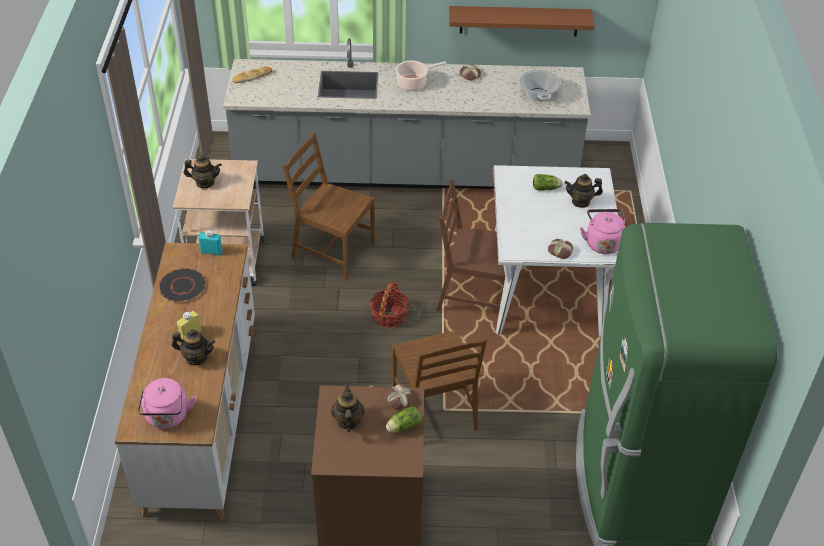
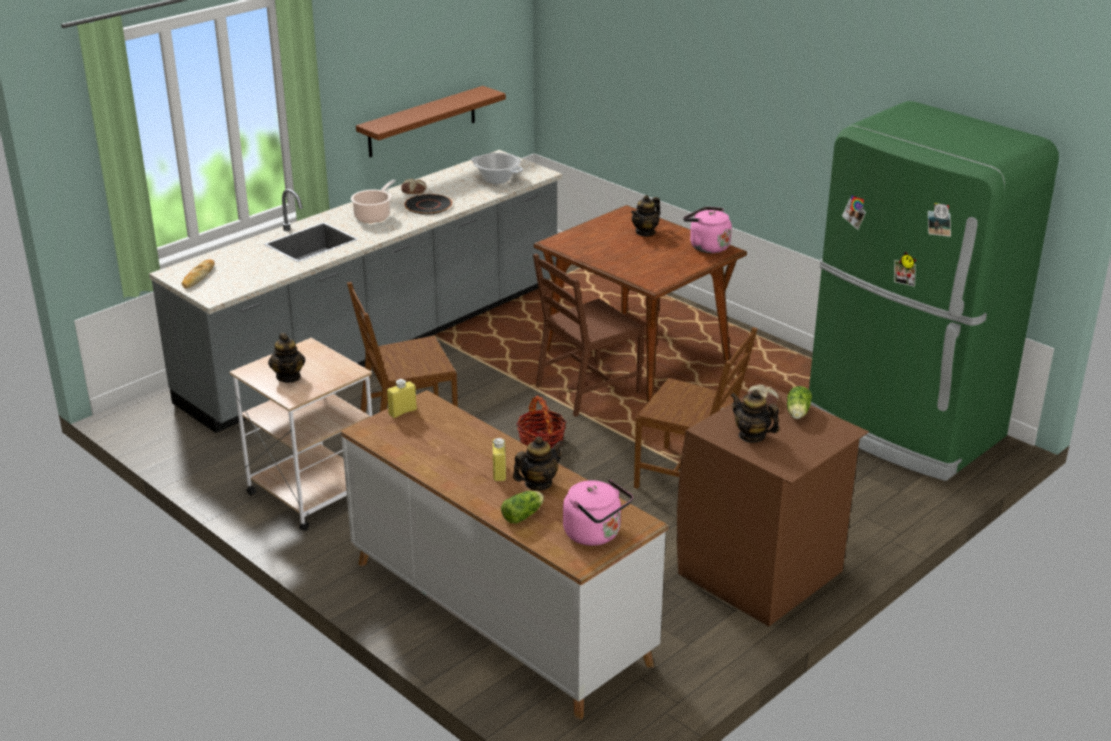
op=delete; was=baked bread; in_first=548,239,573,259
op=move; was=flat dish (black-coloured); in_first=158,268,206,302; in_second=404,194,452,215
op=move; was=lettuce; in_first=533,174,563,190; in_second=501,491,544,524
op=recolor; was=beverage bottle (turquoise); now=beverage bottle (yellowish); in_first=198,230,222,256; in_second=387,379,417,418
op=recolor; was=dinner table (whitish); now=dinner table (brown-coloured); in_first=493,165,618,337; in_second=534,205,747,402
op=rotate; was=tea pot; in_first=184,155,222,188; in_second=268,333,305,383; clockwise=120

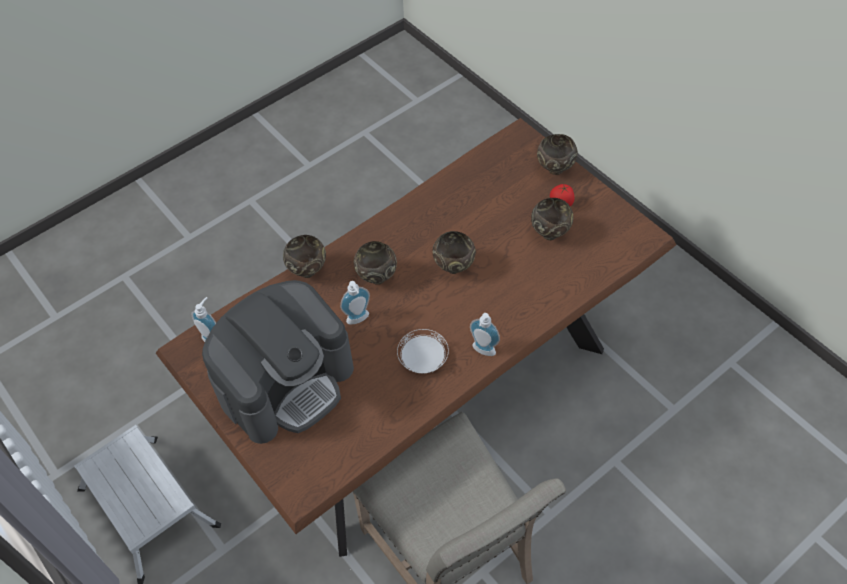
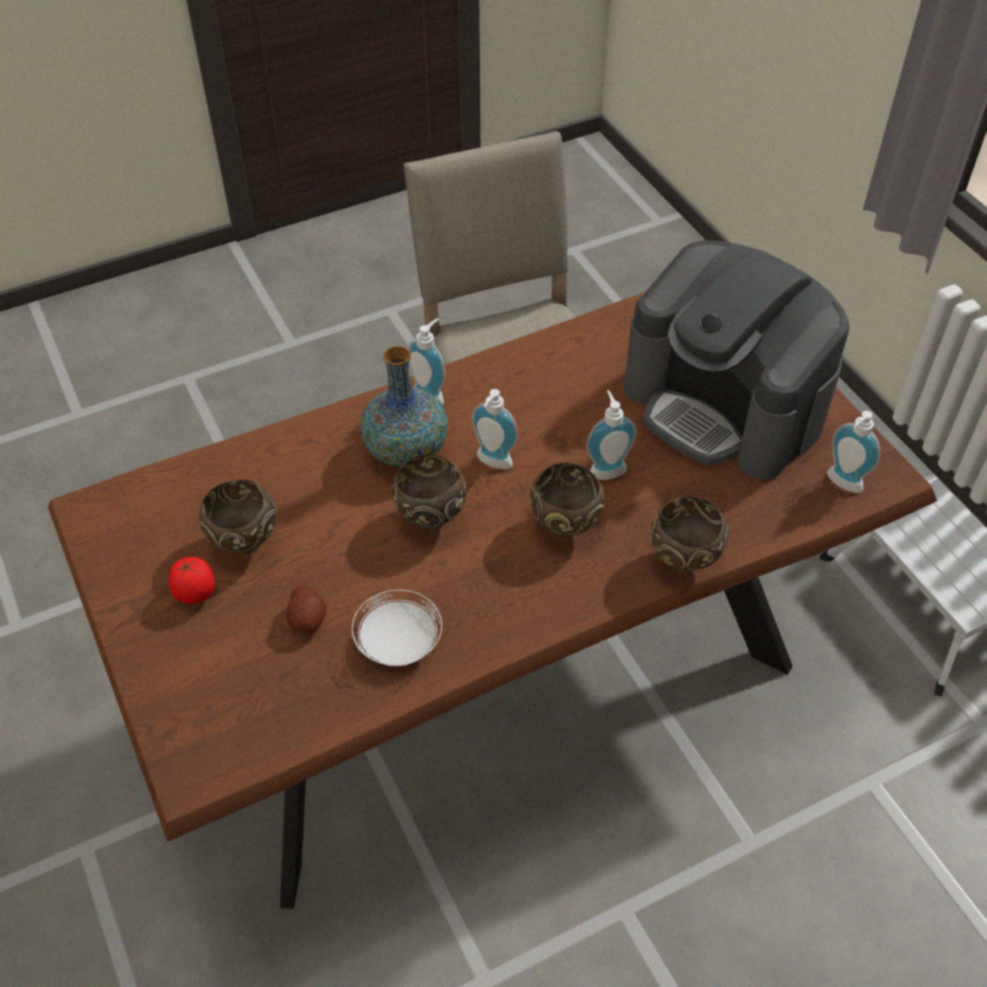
op=delete; was=bowl (brown-coloured); in_first=537,134,578,175
op=insert; now=whole potato; in_second=286,585,327,634
op=insert; now=flower vase; in_second=360,346,448,467
op=insert; now=soap bottle; in_second=472,389,518,469
op=move; was=flat dish (whitish); in_first=397,329,449,374; in_second=352,590,442,666
op=rotate; was=coffee brewer; in_first=202,280,354,444; in_second=624,240,849,480; clockwise=-105

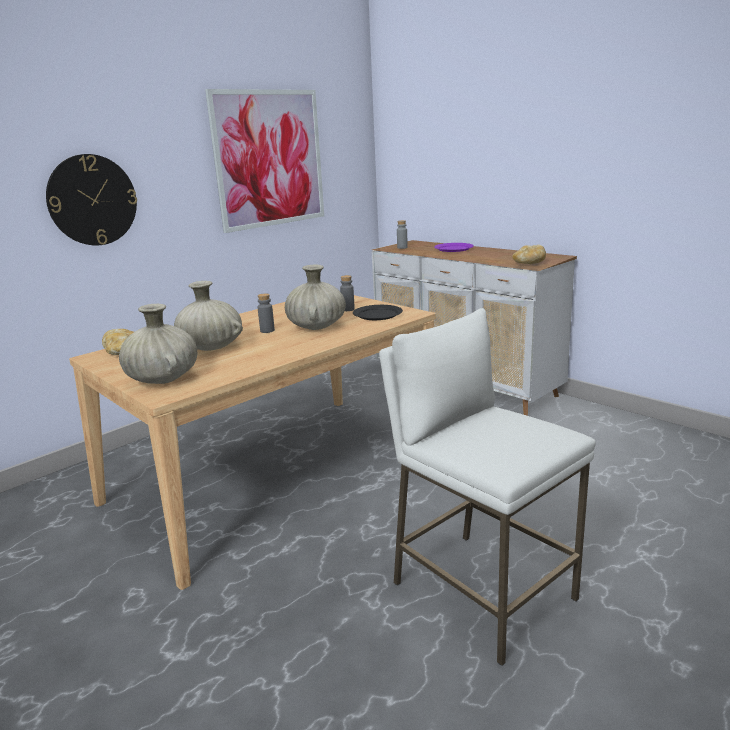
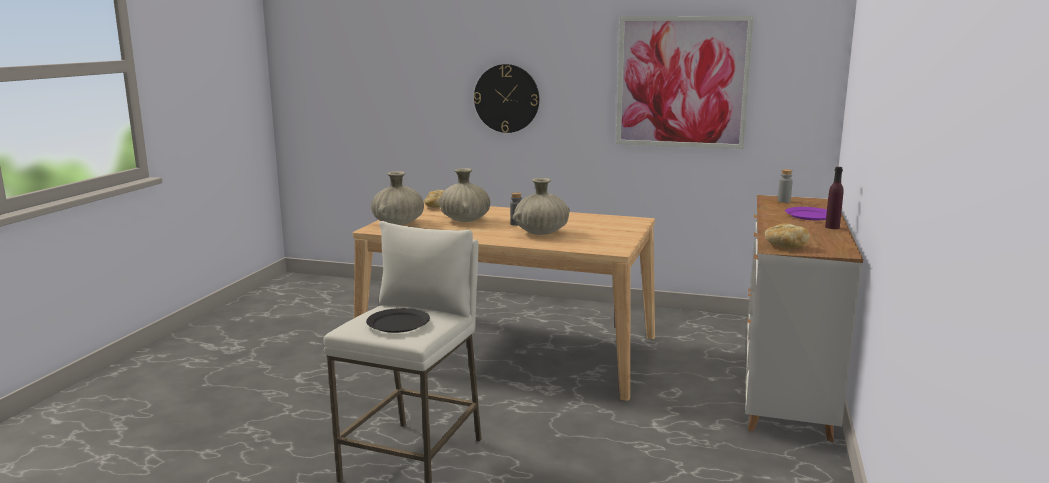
op=delete; was=beverage bottle (gray); in_first=340,275,355,311
op=insert; now=beverage bottle (purple-coloured); in_second=825,167,844,229
op=move; was=flat dish (black-coloured); in_first=353,305,403,320; in_second=366,308,430,333

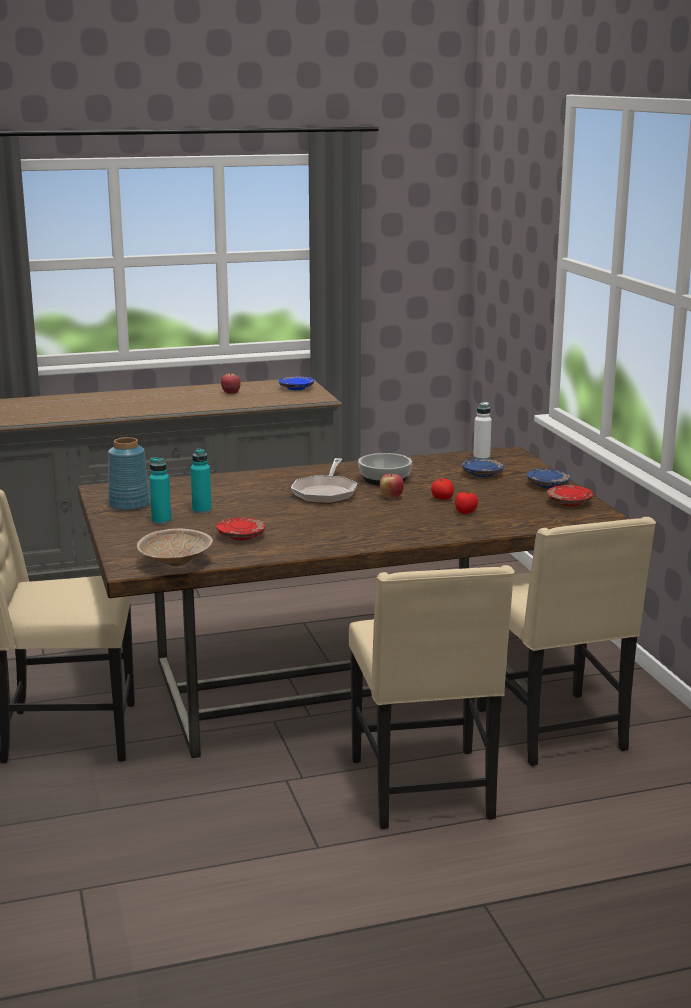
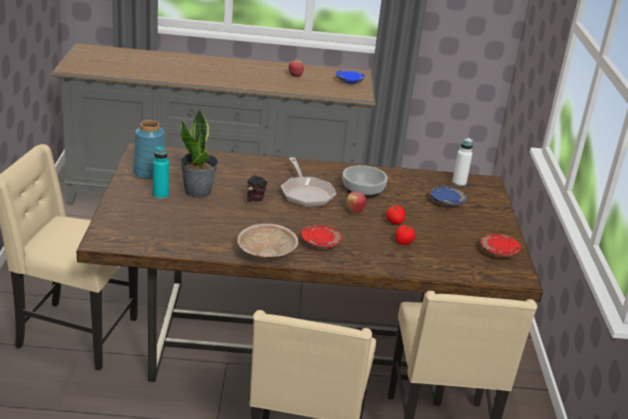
op=delete; was=flat dish (blue-coloured); in_first=527,469,571,488
op=insert; now=mug; in_second=247,175,268,202
op=move; was=bowl (beige-coloured); in_first=137,528,213,566; in_second=237,224,298,259
op=move; was=flat dish (red); in_first=216,517,266,540; in_second=301,225,342,249
op=replace; was=beverage bottle (turquoise); now=houseplant; in_first=191,448,212,514; in_second=180,108,218,198
op=rotate; was=pan; in_first=291,458,357,504; in_second=281,157,337,207; clockwise=-45

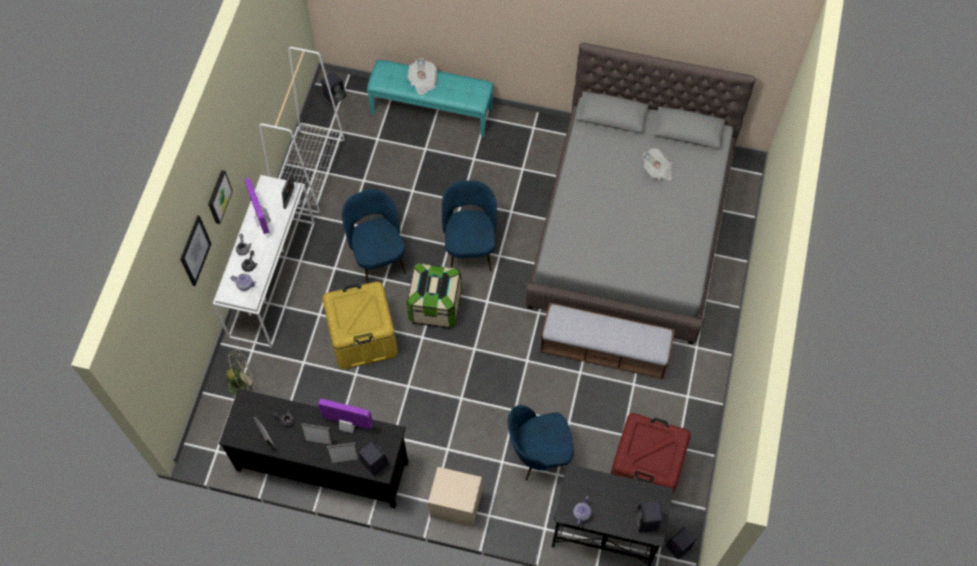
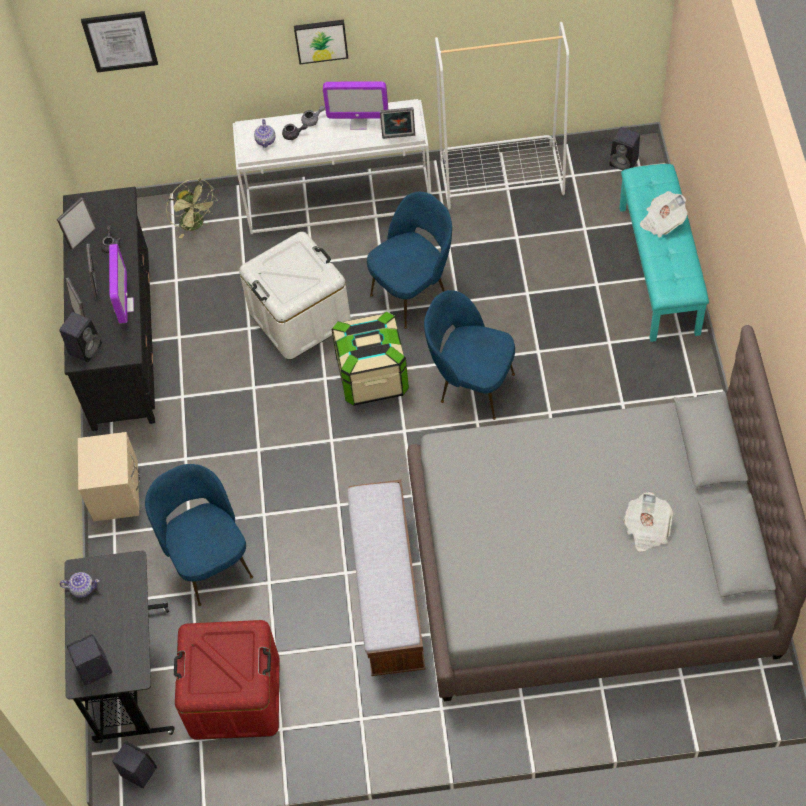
op=move; was=wall picture; in_first=180,215,211,286; in_second=81,11,158,73
op=recolor; was=storage bin (yellowish); now=storage bin (whitish); in_first=322,281,398,369; in_second=239,232,351,360
op=rotate; was=computer display; in_first=244,178,271,234; in_second=323,81,388,130; clockwise=-135
op=rotate; was=plain chair (blue-coloured); in_first=442,180,497,272; in_second=424,290,515,420; clockwise=-135

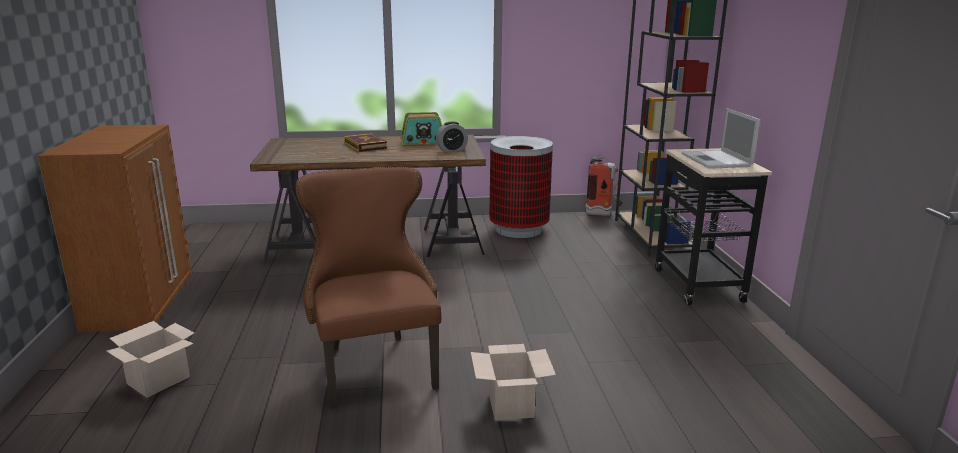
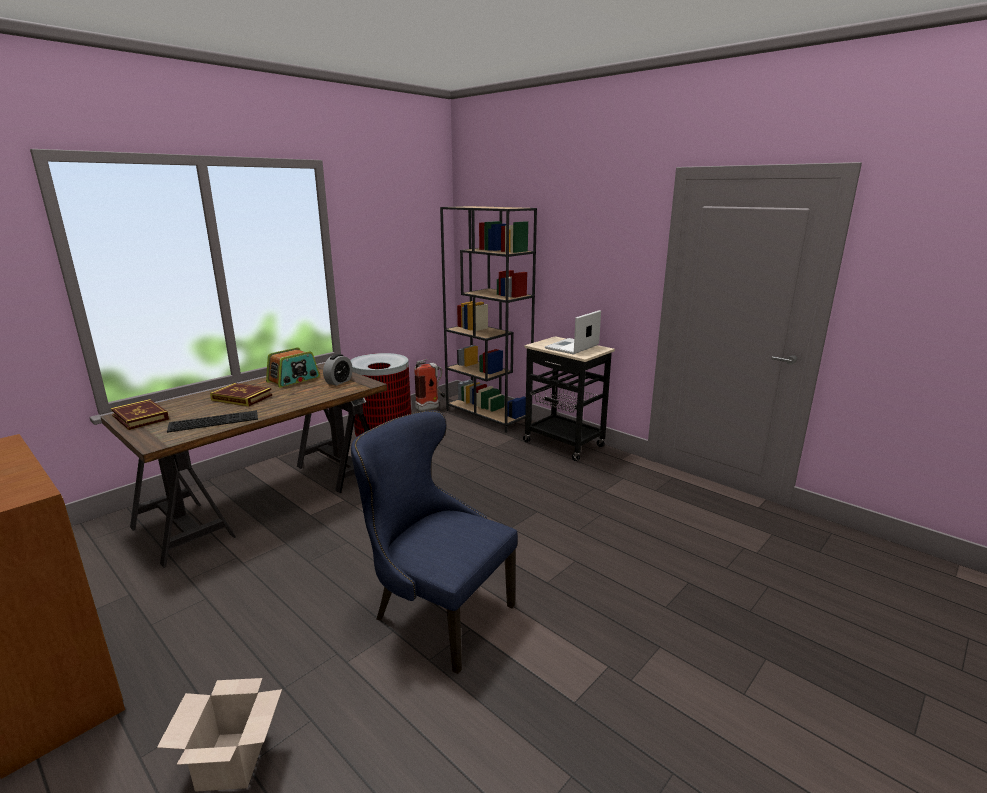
op=delete; was=packing box; in_first=471,344,556,420
op=insert; now=volume; in_second=111,399,169,430
op=insert; now=keyboard; in_second=167,410,258,433
op=recolor; was=plain chair (brown-coloured); now=plain chair (blue-coloured); in_first=295,167,441,409; in_second=351,411,518,674
op=rotate; was=laptop; in_first=682,108,760,169; in_second=545,310,601,355; clockwise=90

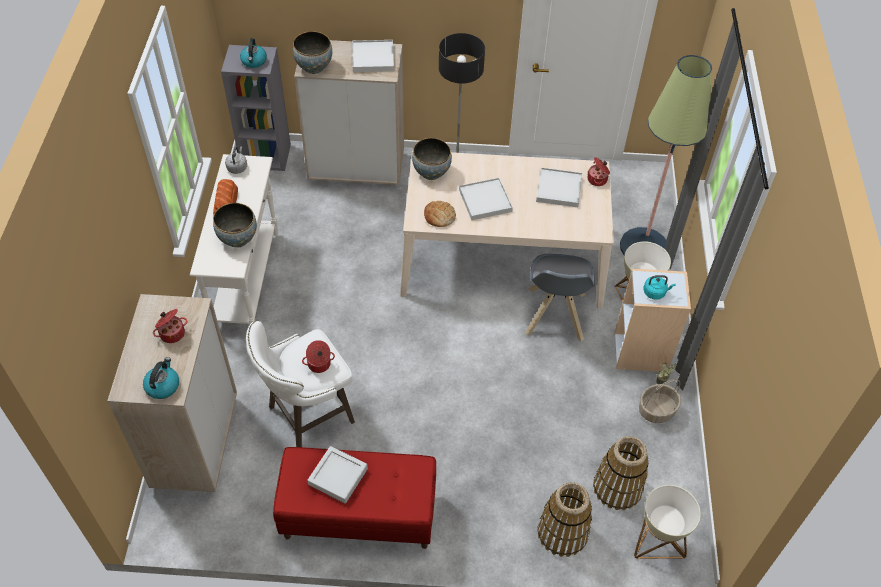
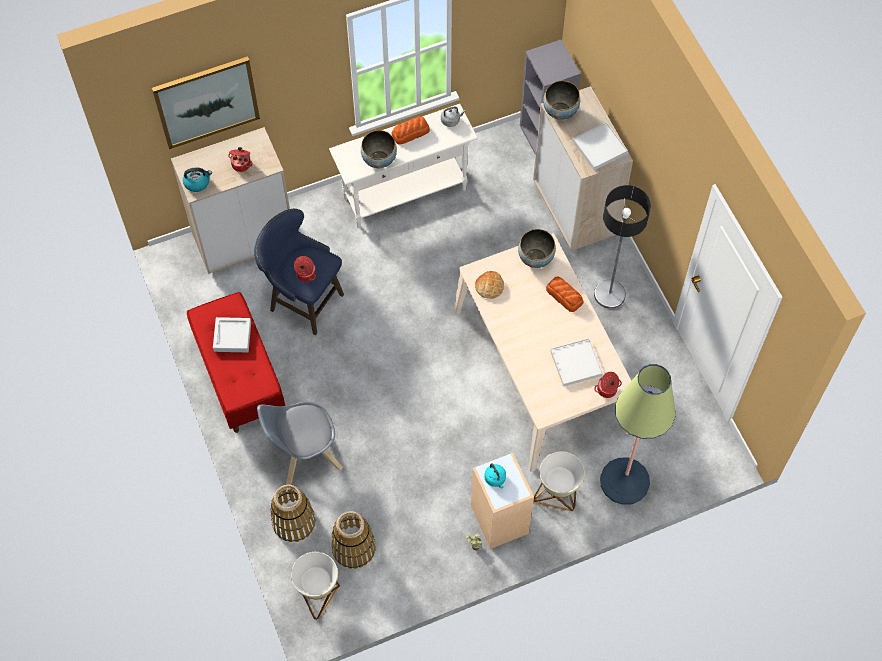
op=delete; was=kettle; in_first=240,38,267,68
op=delete; was=carrying tray (whitish); in_first=459,178,513,220
op=delete; was=storage basket; in_first=639,379,681,423
op=insert; now=wall picture; in_second=152,56,260,149
op=insert; now=baked bread; in_second=546,276,584,312
op=move; was=plain chair (gray); in_first=525,254,595,341; in_second=257,401,343,485
op=recolor; was=sitting stool (whitish); now=sitting stool (blue-coloured); in_first=246,321,355,447; in_second=254,209,344,335

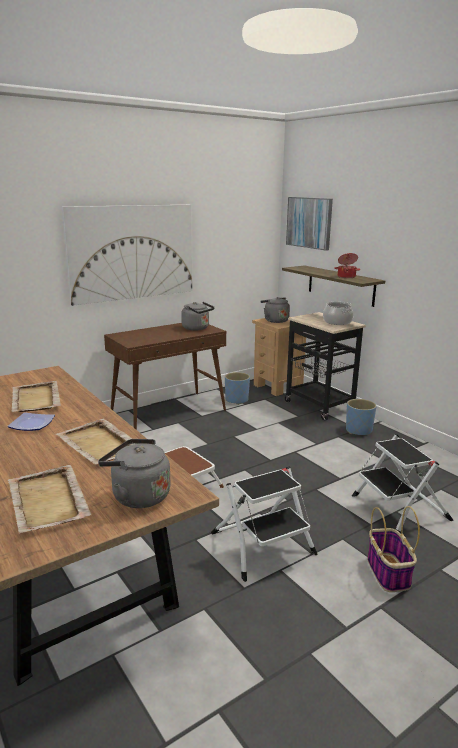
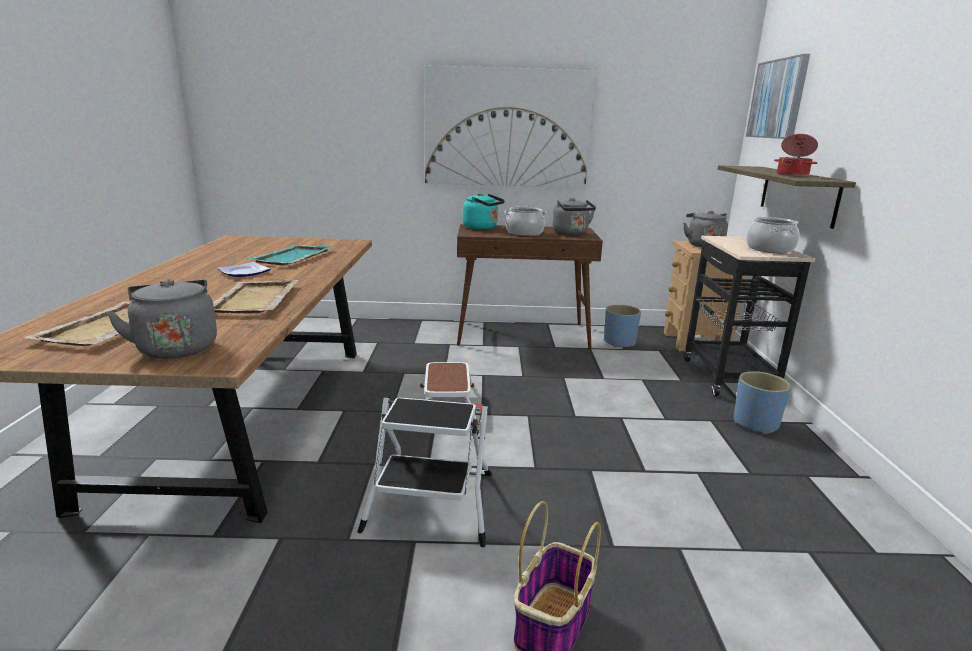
op=delete; was=step ladder; in_first=352,434,454,533
op=insert; now=kettle (turquoise); in_second=463,193,505,230
op=insert; now=saucepot; in_second=504,207,547,236
op=recolor; was=carrying tray (beige-coloured); now=carrying tray (turquoise); in_first=11,381,61,412; in_second=248,245,333,265

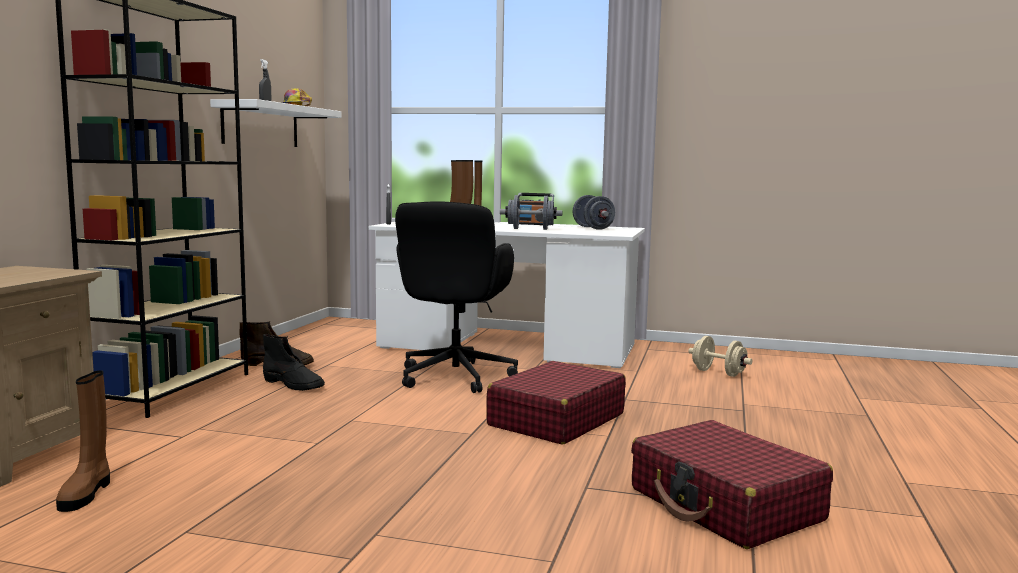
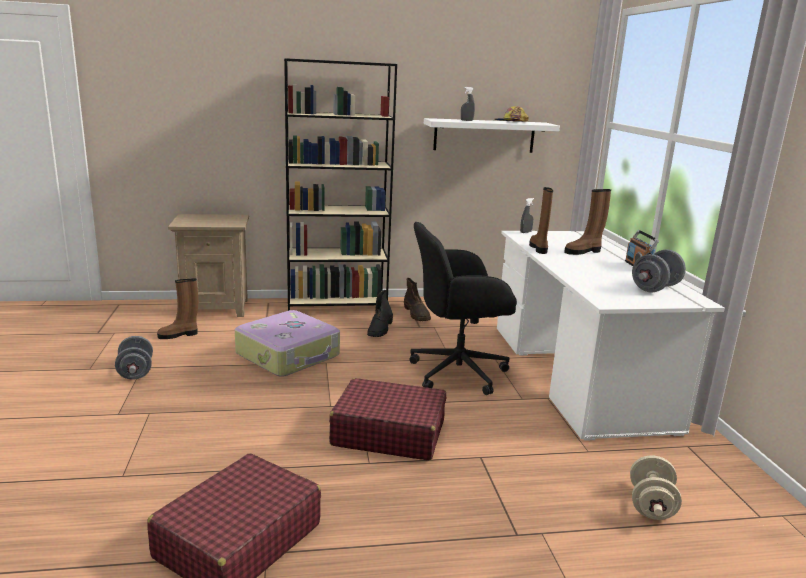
op=insert; now=piece of luggage; in_second=235,310,340,377
op=move; was=free weight (gray); in_first=500,195,562,230; in_second=115,336,153,380

